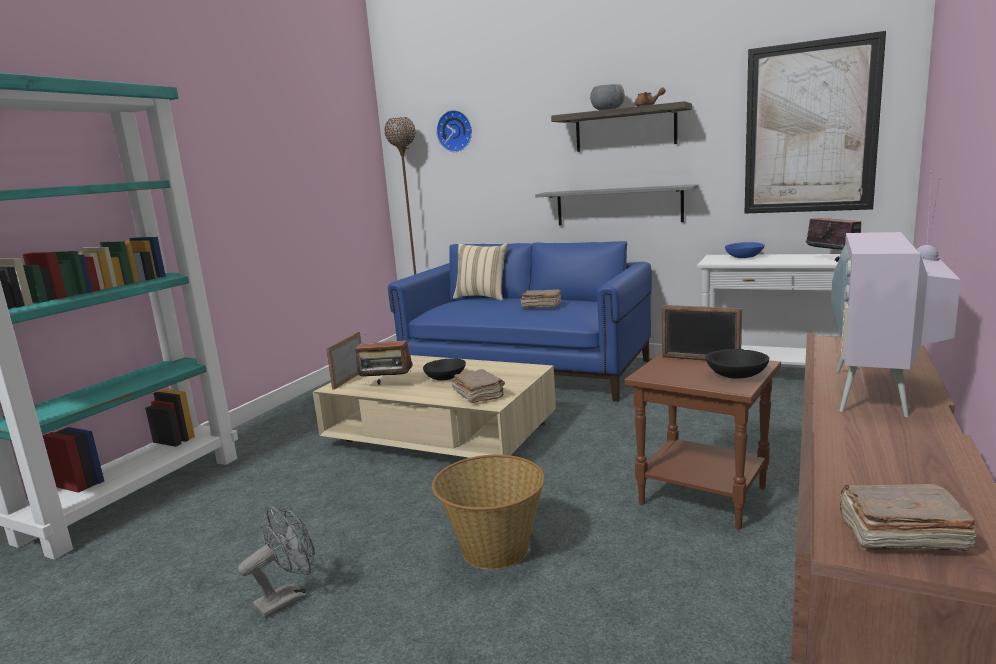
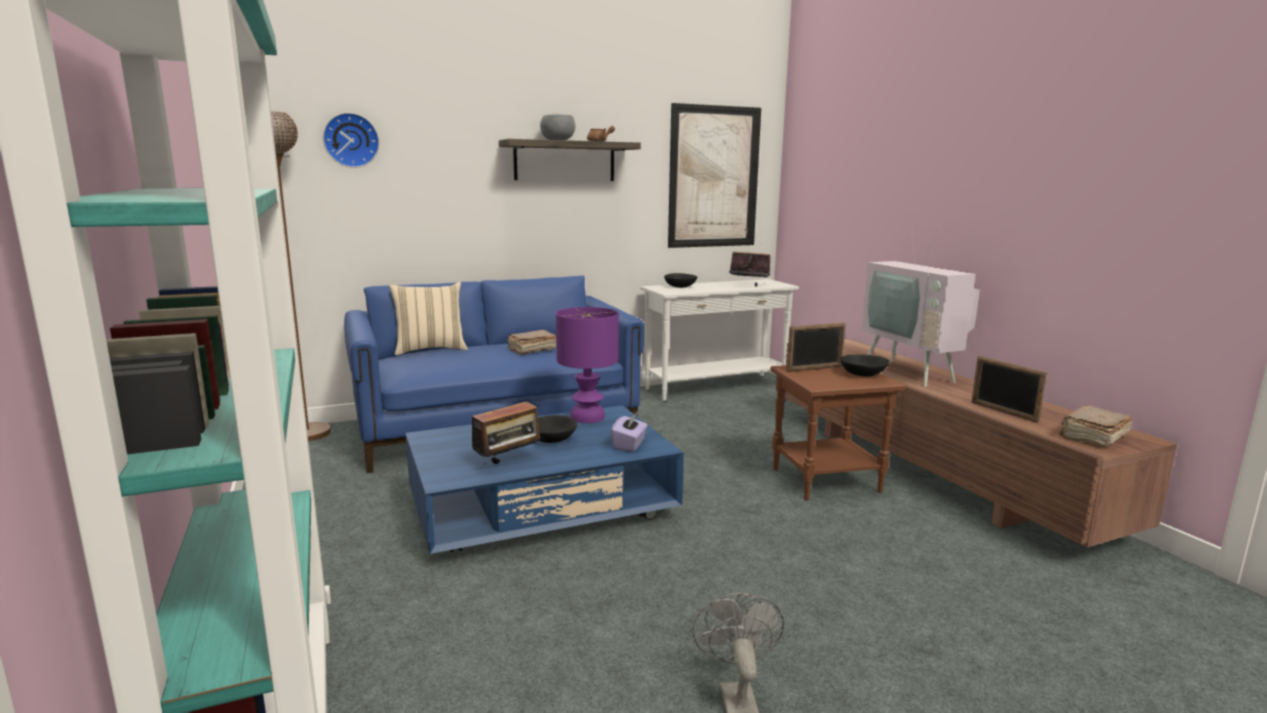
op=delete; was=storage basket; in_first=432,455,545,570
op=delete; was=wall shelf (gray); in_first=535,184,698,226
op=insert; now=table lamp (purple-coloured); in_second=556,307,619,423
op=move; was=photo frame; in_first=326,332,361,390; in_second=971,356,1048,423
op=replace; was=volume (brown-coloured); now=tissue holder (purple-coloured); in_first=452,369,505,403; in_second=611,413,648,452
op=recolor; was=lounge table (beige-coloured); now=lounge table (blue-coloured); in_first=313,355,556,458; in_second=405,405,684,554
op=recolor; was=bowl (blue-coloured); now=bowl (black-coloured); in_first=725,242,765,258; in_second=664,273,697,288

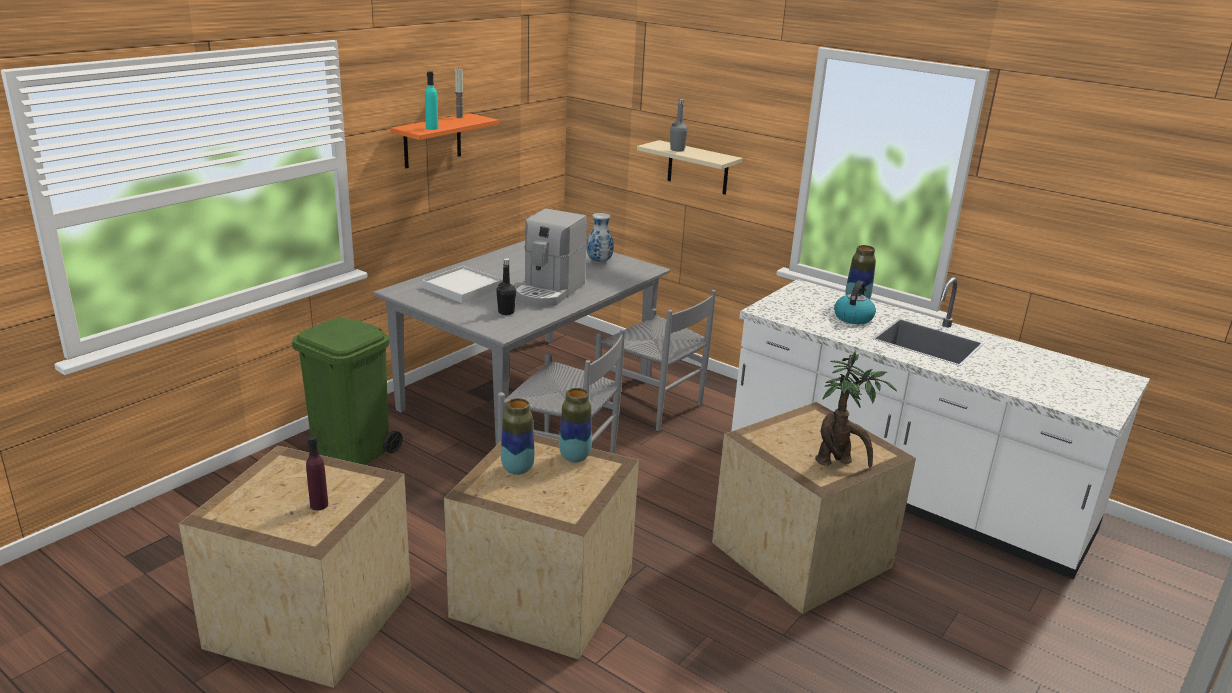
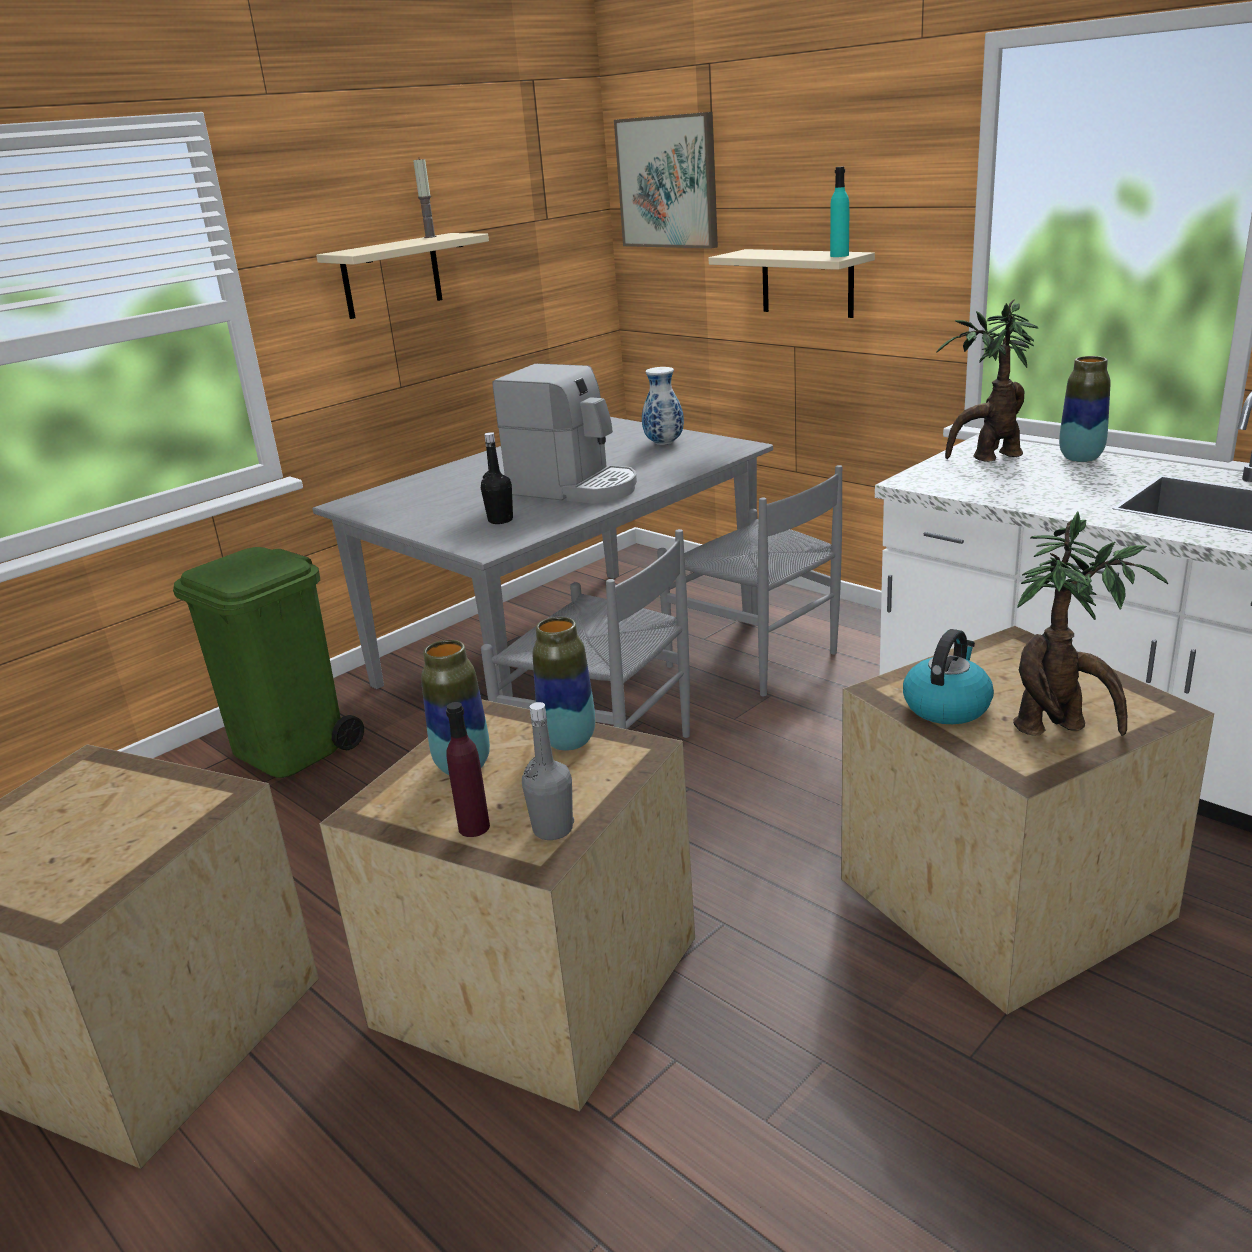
op=delete; was=carrying tray (whitish); in_first=422,266,503,303
op=insert; now=wall picture; in_second=614,112,718,249
op=insert; now=houseplant; in_second=936,299,1038,462
op=move; was=beverage bottle (purple-coloured); in_first=306,436,328,510; in_second=446,702,490,837
op=move; was=beverage bottle (turquoise); in_first=425,71,438,130; in_second=830,167,849,257
op=move; was=beverage bottle (gray); in_first=670,99,688,152; in_second=522,702,574,840
op=move; was=kettle; in_first=834,281,876,324; in_second=903,629,994,724
op=recolor; was=wall shelf (orange); now=wall shelf (beige-coloured); in_first=390,113,499,168; in_second=316,233,489,319
op=rotate; was=coffee brewer; in_first=515,209,587,307; in_second=493,364,637,504; clockwise=-90

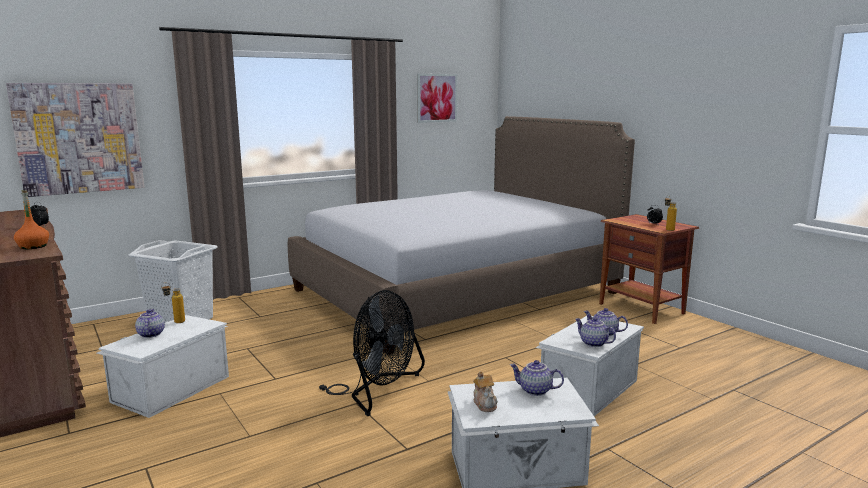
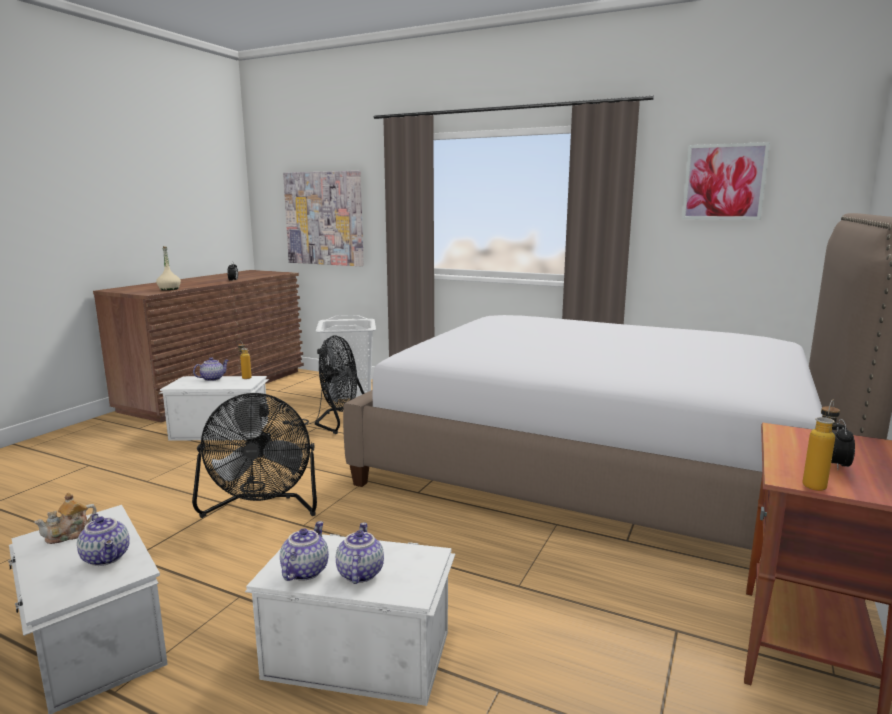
op=insert; now=fan (black-coloured); in_second=283,335,365,434
op=recolor; was=beverage bottle (orange); now=beverage bottle (beige-coloured); in_first=14,190,49,249; in_second=156,246,181,291
op=rotate; was=tea pot; in_first=510,360,564,396; in_second=77,513,130,566; clockwise=150

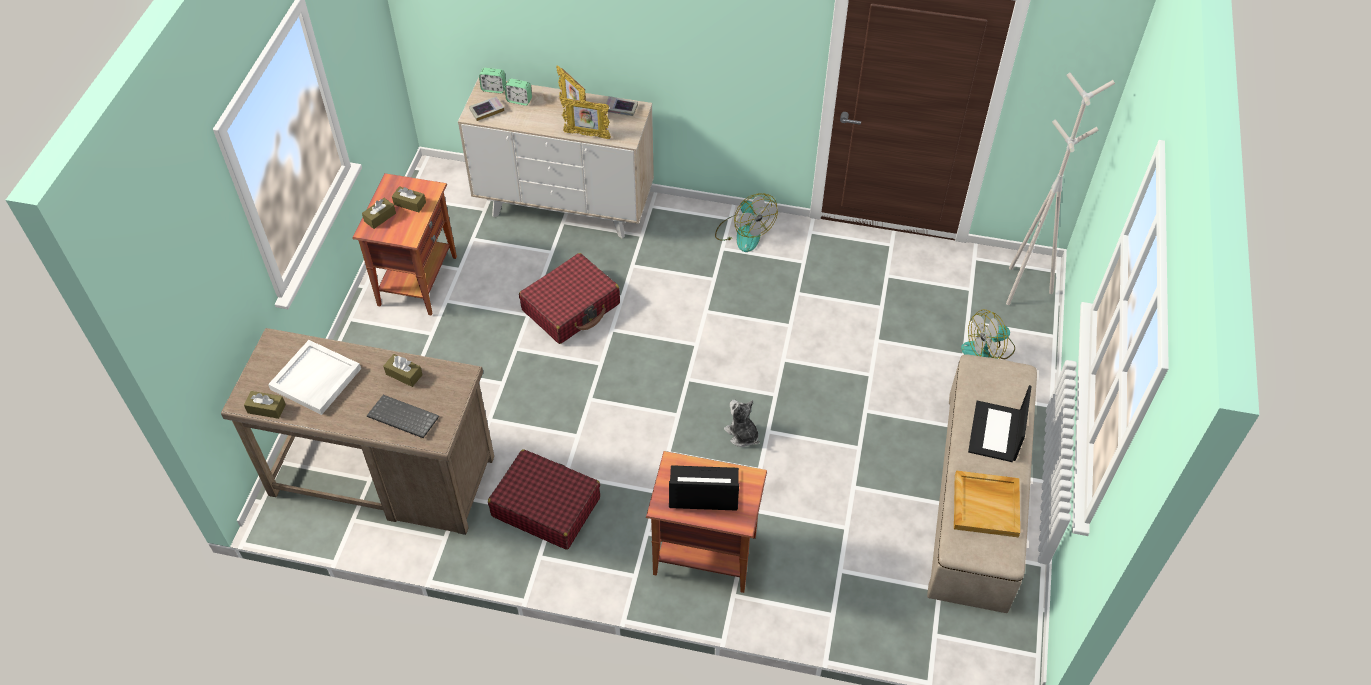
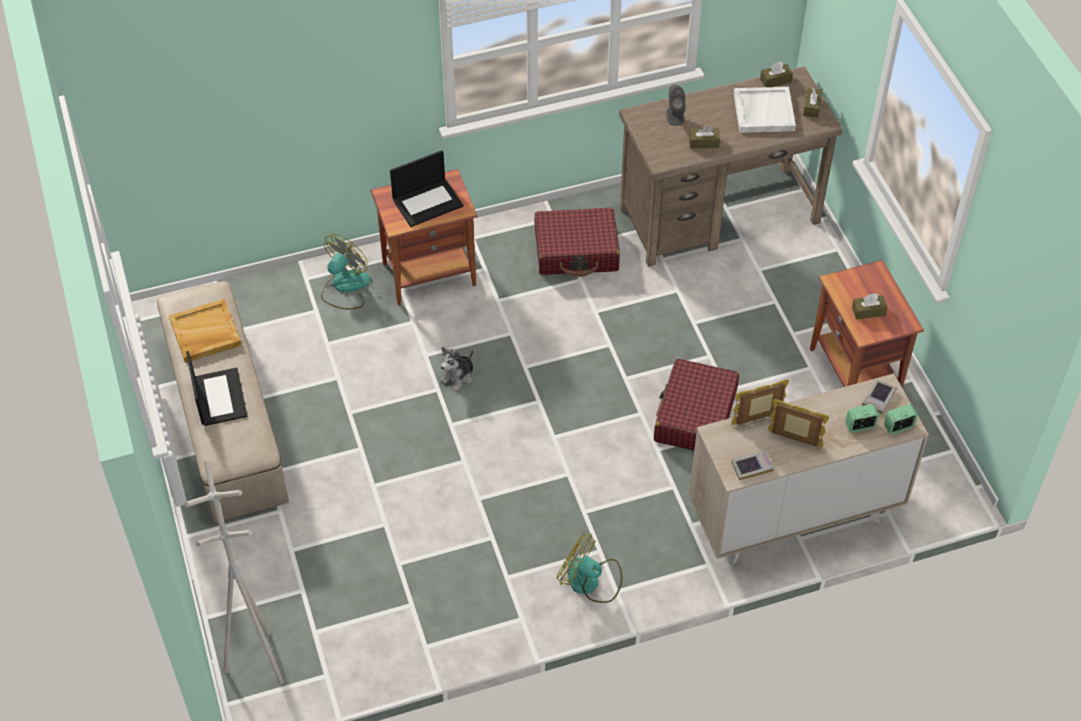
op=move; was=tissue holder (brown-coloured); in_first=362,198,396,229; in_second=803,87,823,118
op=move; was=fan; in_first=961,309,1015,359; in_second=321,234,371,309
op=replace; was=keyboard; now=speaker (gray); in_first=367,395,439,438; in_second=666,85,685,126
op=rotate; was=soft toy; in_first=724,400,759,447; in_second=440,347,474,391; clockwise=105

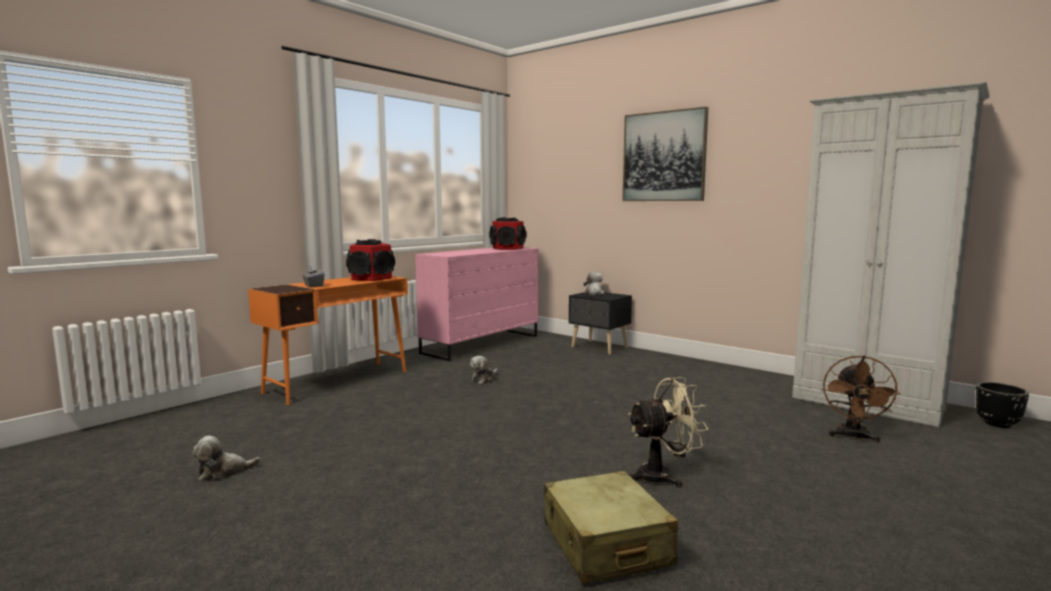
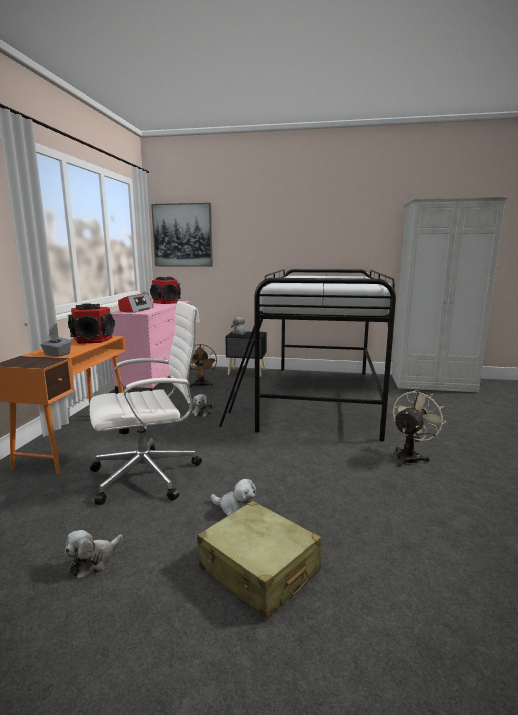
op=delete; was=plant pot (black-coloured); in_first=976,382,1029,428
op=insert; now=desk chair (whitish); in_second=90,301,202,505
op=insert; now=radio; in_second=118,293,154,313
op=insert; now=soft toy; in_second=211,479,256,516
op=insert; now=bedroom bed (black-coloured); in_second=219,269,396,442
op=move; was=piece of luggage (beige-coloured); in_first=544,471,678,584; in_second=197,501,321,620
op=move; was=wall picture; in_first=622,107,708,201; in_second=151,203,213,267
op=move; was=fan (brown-coloured); in_first=823,356,900,443; in_second=190,344,217,387

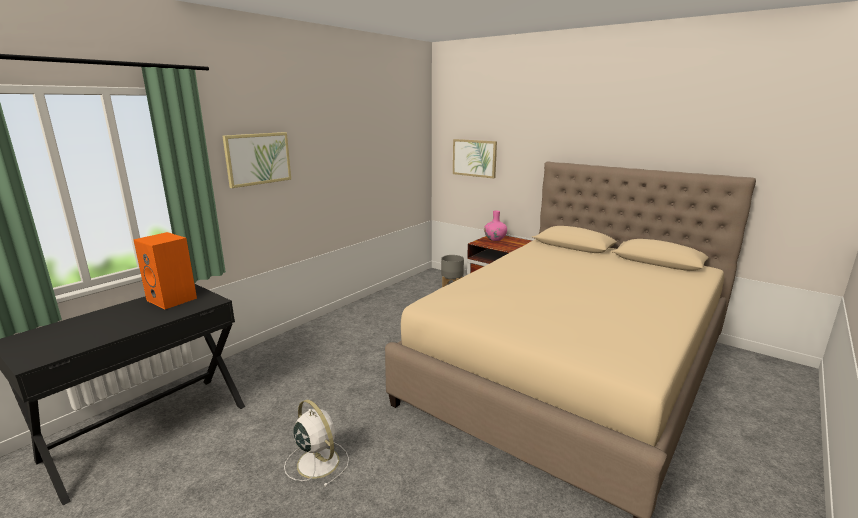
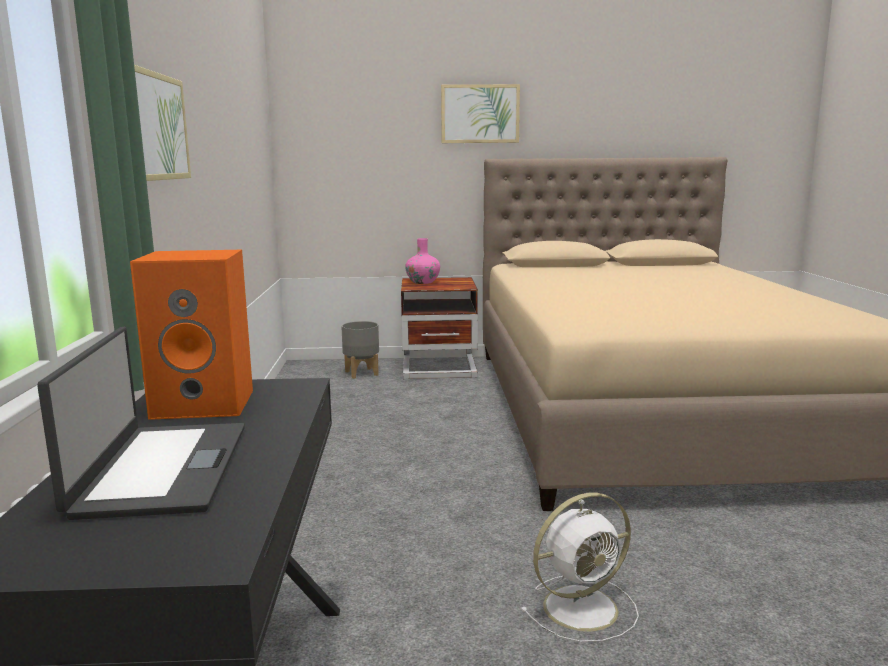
op=insert; now=laptop; in_second=37,327,245,520
op=move; was=wall picture; in_first=453,139,497,179; in_second=441,84,520,143
op=rotate; was=fan (whitish); in_first=284,399,349,487; in_second=520,492,639,642; clockwise=150

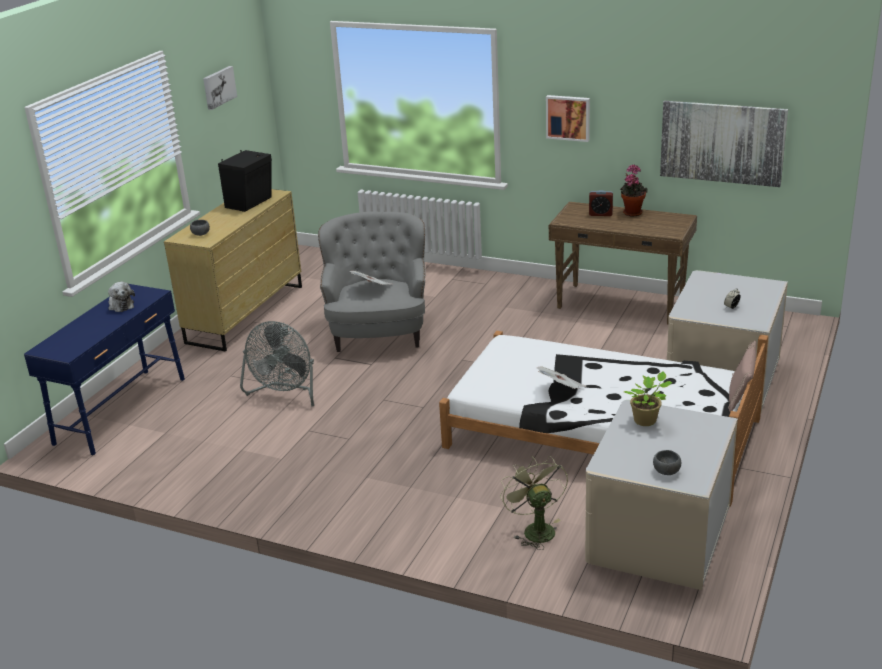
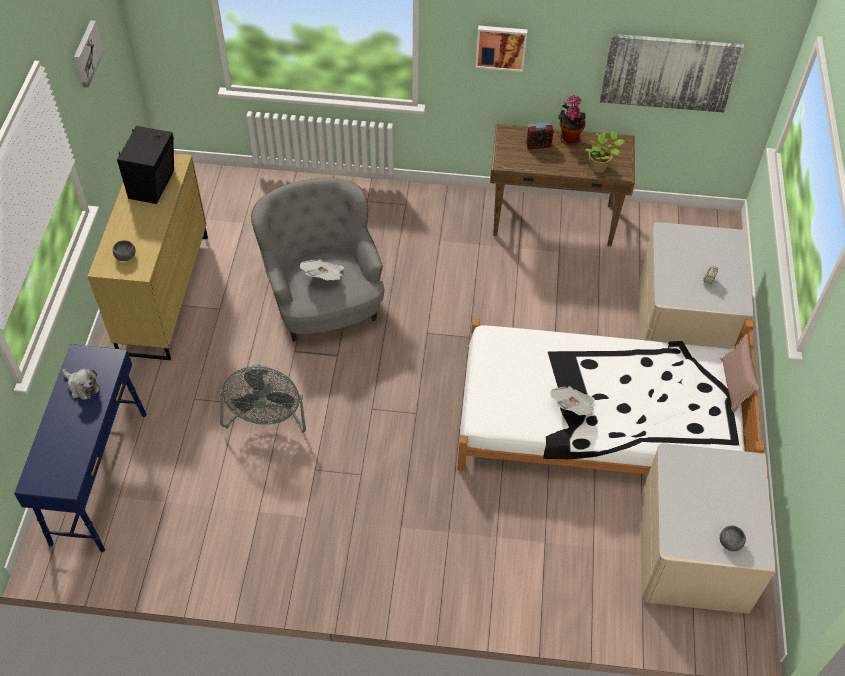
op=delete; was=fan (green); in_first=500,456,568,550
op=move; was=houseplant; in_first=624,372,672,426; in_second=585,131,625,173

